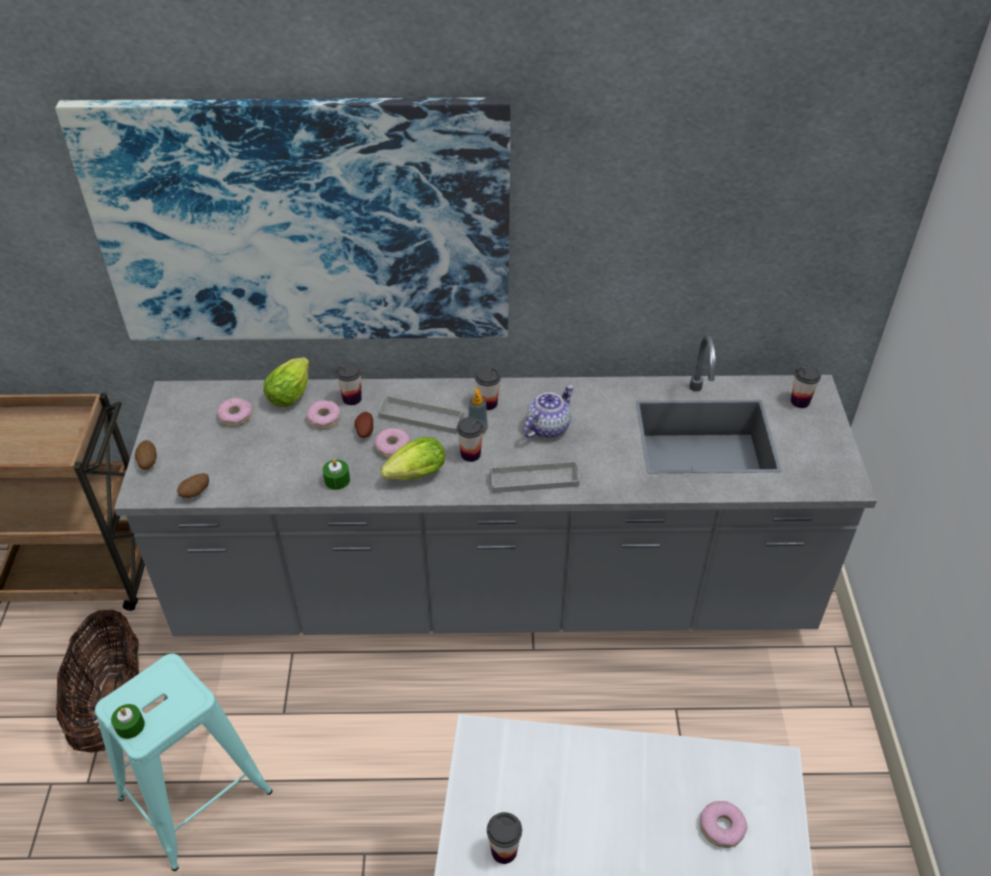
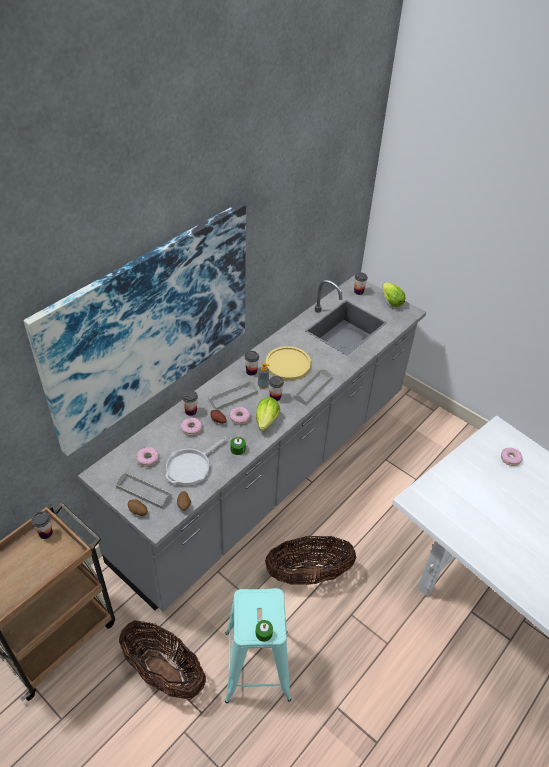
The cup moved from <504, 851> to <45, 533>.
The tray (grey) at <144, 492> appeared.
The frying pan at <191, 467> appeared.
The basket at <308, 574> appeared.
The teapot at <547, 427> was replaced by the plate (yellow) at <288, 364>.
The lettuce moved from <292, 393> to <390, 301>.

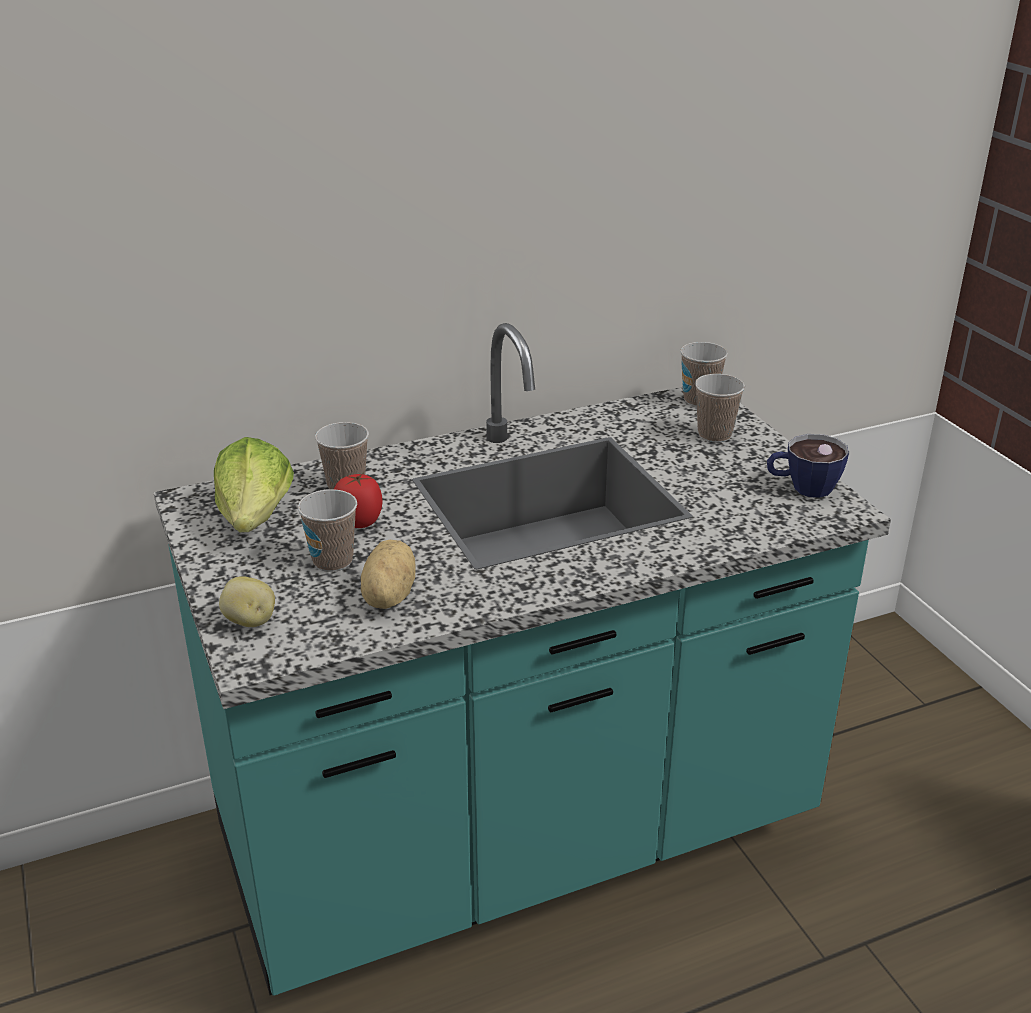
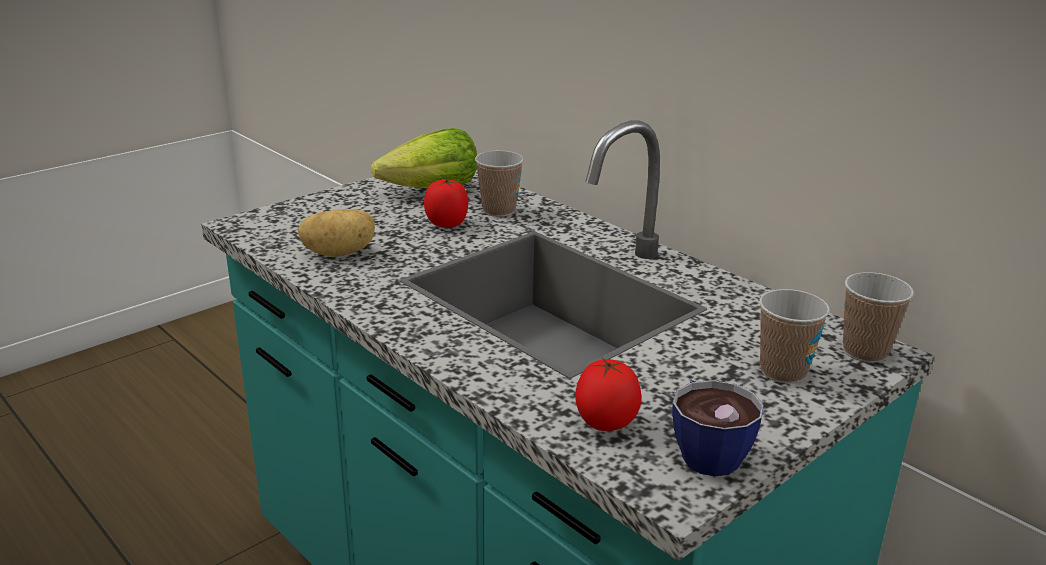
The tomato at <605, 424> appeared.
The potato at <249, 621> disappeared.
The cup at <332, 561> disappeared.

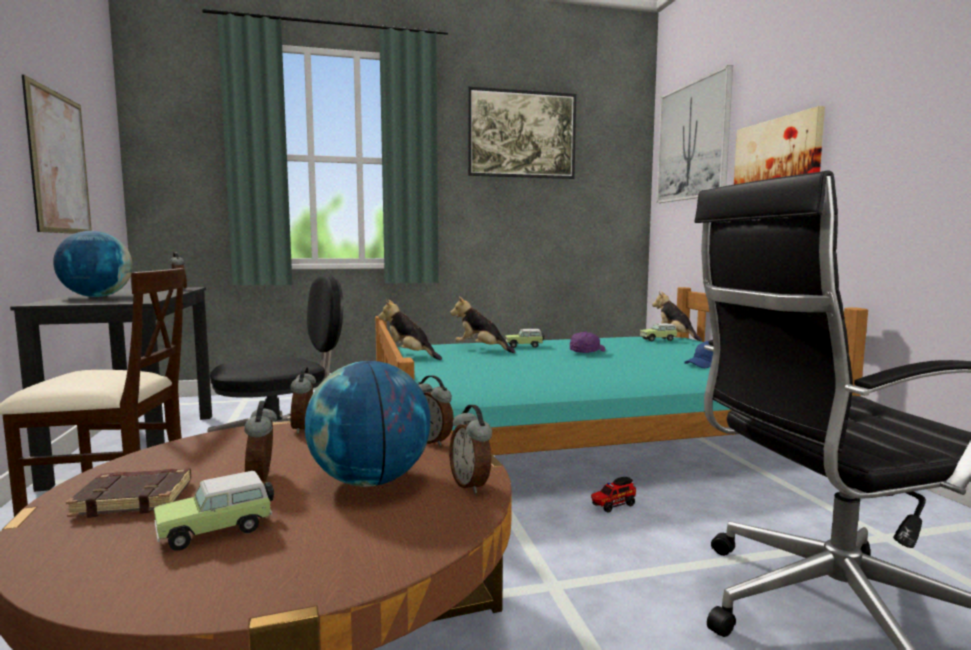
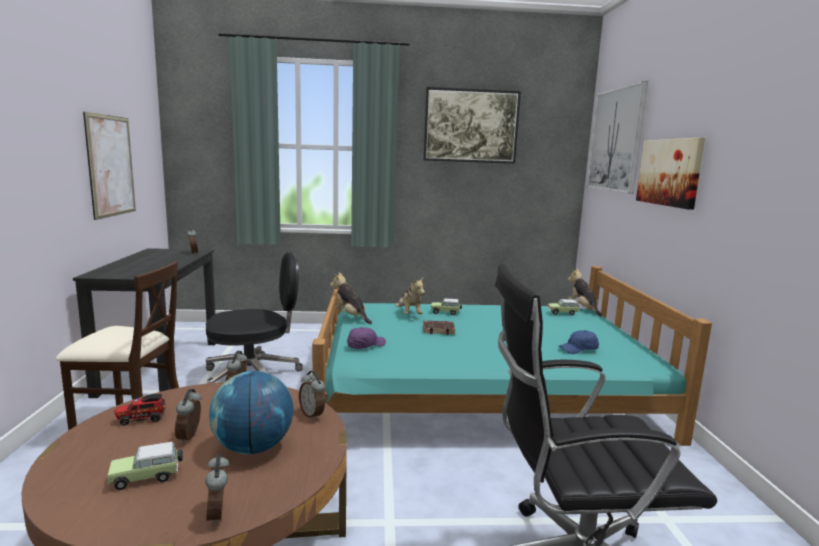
The toy truck moved from <612, 505> to <140, 419>.
The alarm clock moved from <471, 485> to <219, 514>.
The cap (purple) moved from <587, 352> to <365, 345>.
The plush toy at <481, 349> turned 150 degrees counterclockwise.
The book (brown) moved from <136, 499> to <438, 330>.
The globe at <97, 296> disappeared.

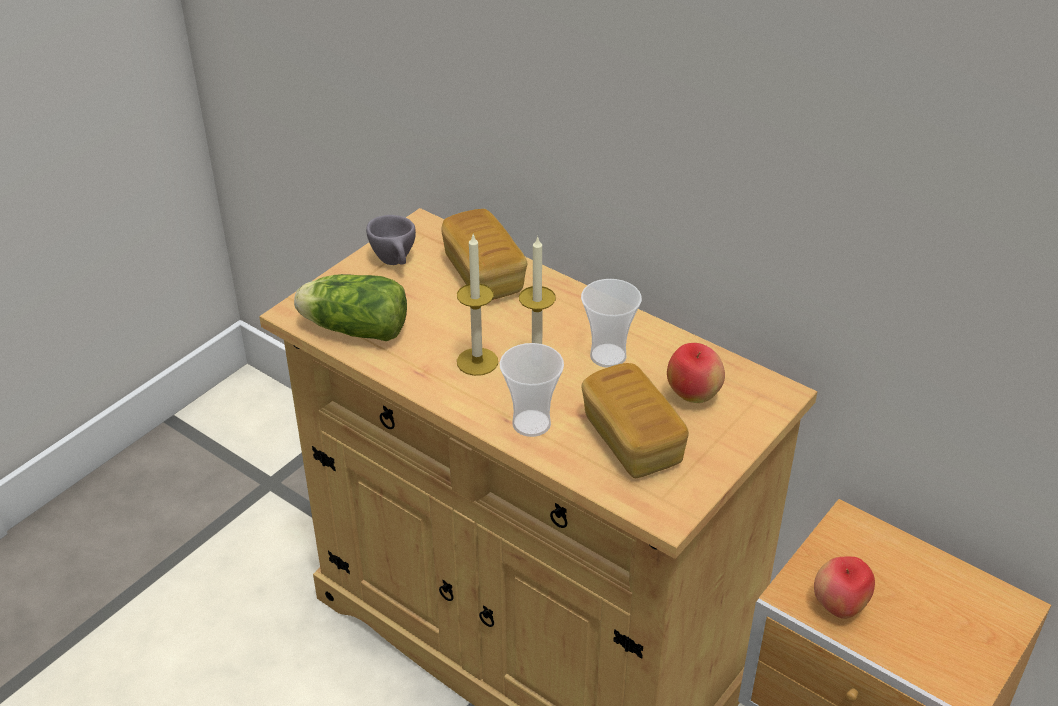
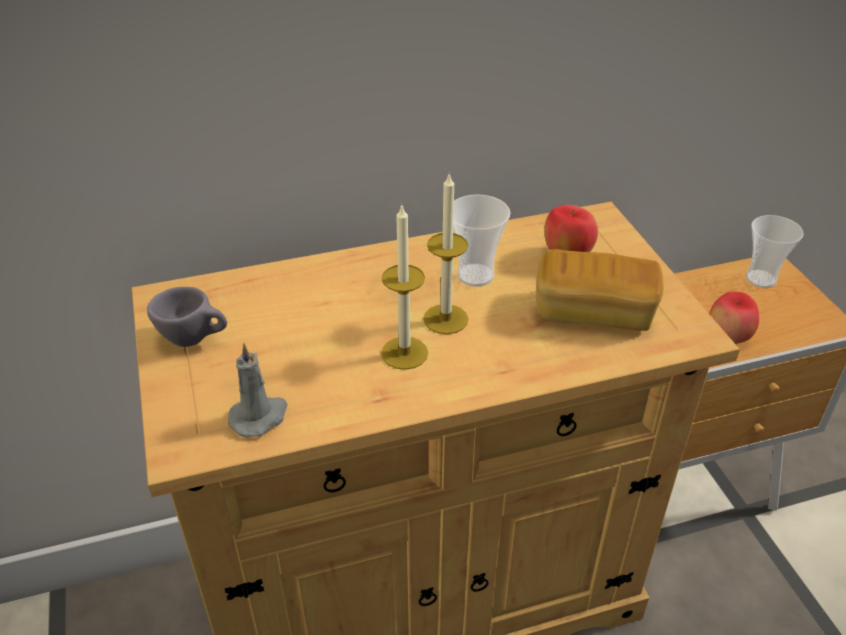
The lettuce at <352, 328> was replaced by the candle (grey) at <259, 417>.
The cup moved from <531, 423> to <760, 279>.
The bread at <484, 275> disappeared.

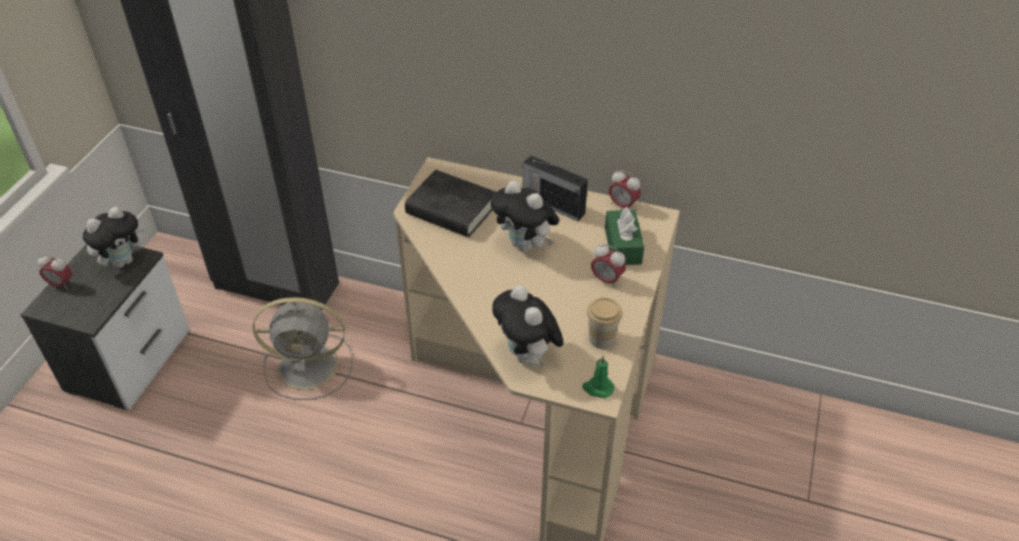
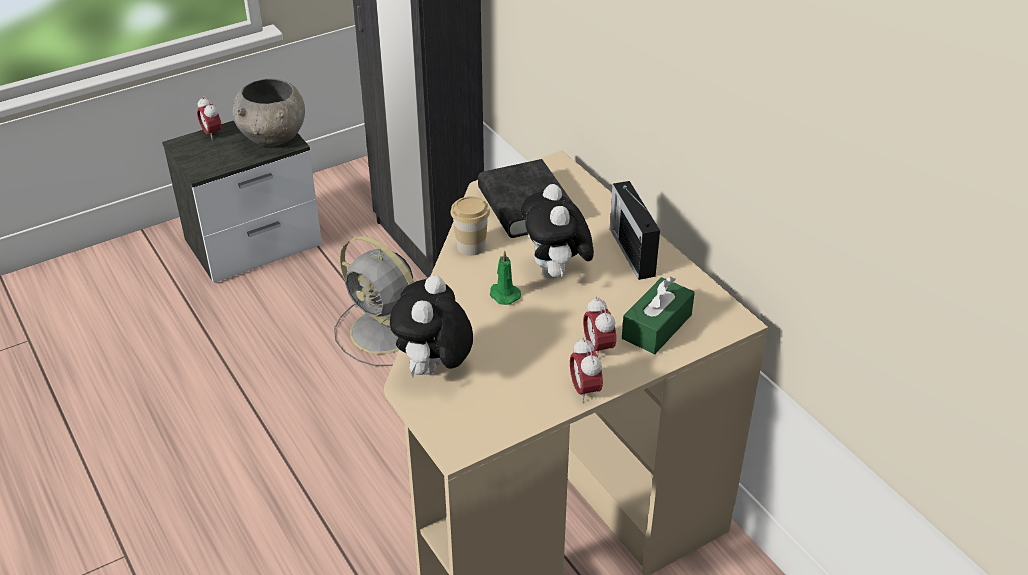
The plush toy at <123, 261> was replaced by the bowl (grey) at <274, 138>.
The cup moved from <601, 338> to <471, 246>.
The candle (green) moved from <598, 388> to <503, 294>.
The alarm clock moved from <623, 205> to <585, 390>.

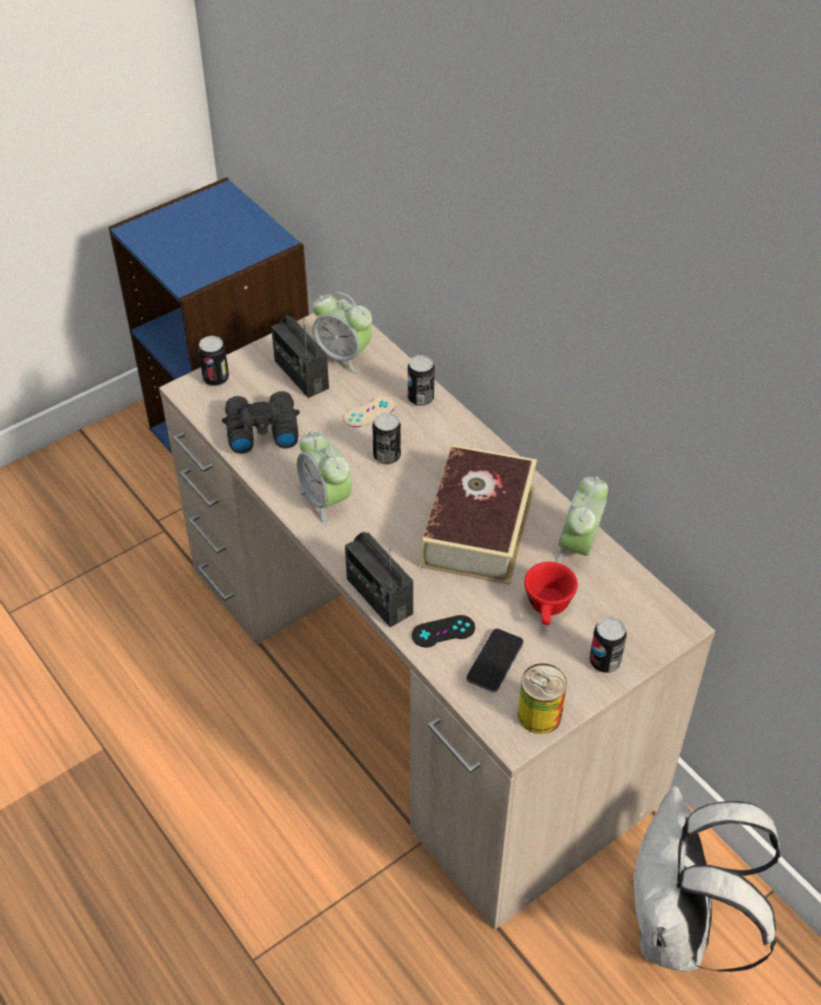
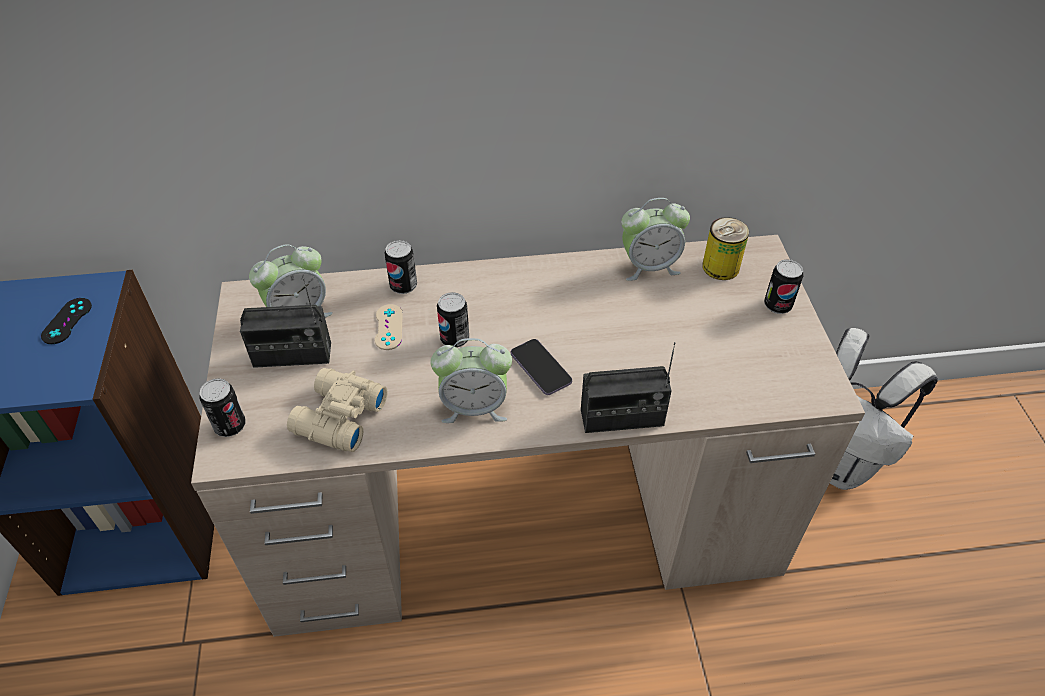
The game controller (black) moved from <443, 631> to <67, 321>.
The binoculars (black) at <260, 429> became the binoculars (beige) at <337, 418>.
The phone moved from <494, 661> to <540, 368>.
The alarm clock at <579, 546> turned 60 degrees counterclockwise.
The can moved from <539, 715> to <720, 267>.
The book at <478, 526> disappeared.
The cup (red) at <548, 609> disappeared.

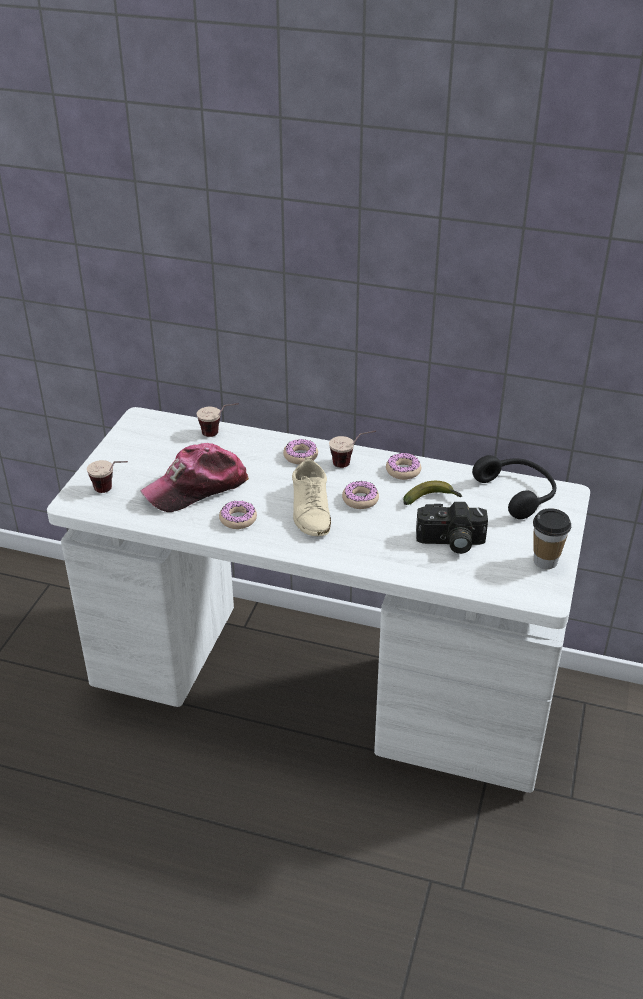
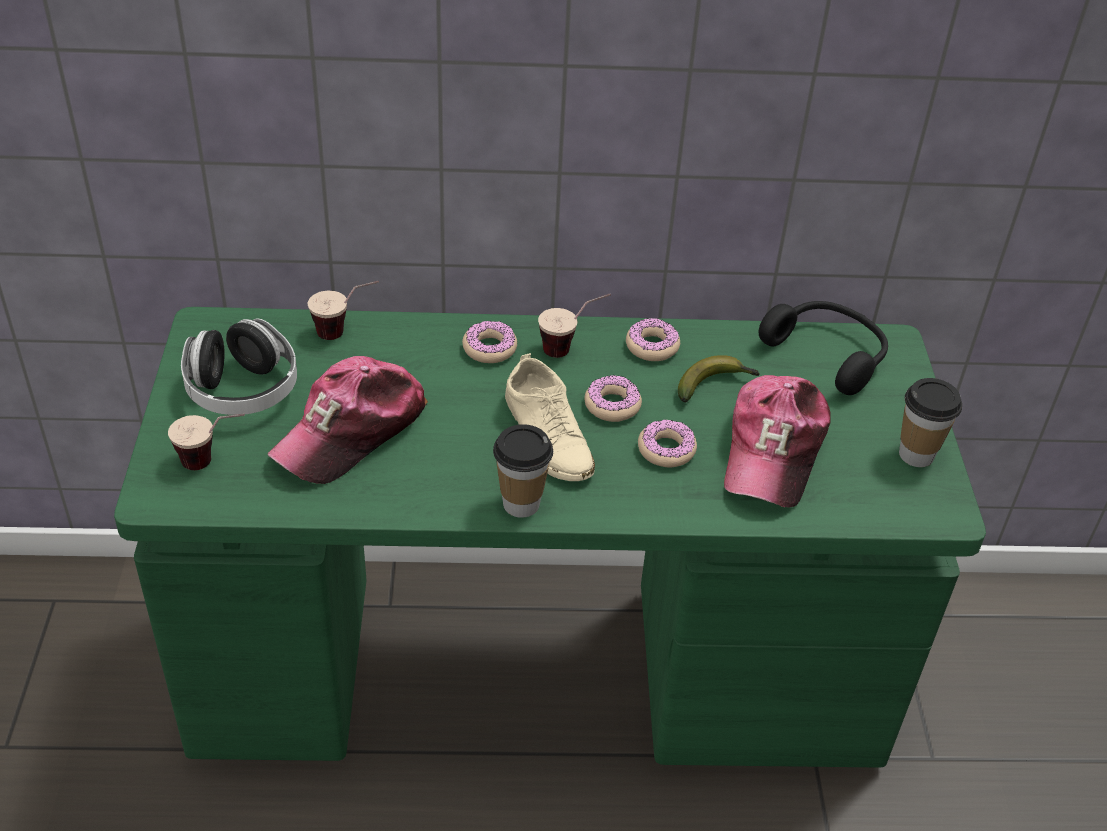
The desk (white) at <321, 686> became the desk (green) at <538, 674>.
The headphones at <243, 391> appeared.
The cup at <521, 504> appeared.
The donut moved from <238, 519> to <666, 450>.
The photo camera at <450, 542> was replaced by the cap at <773, 451>.

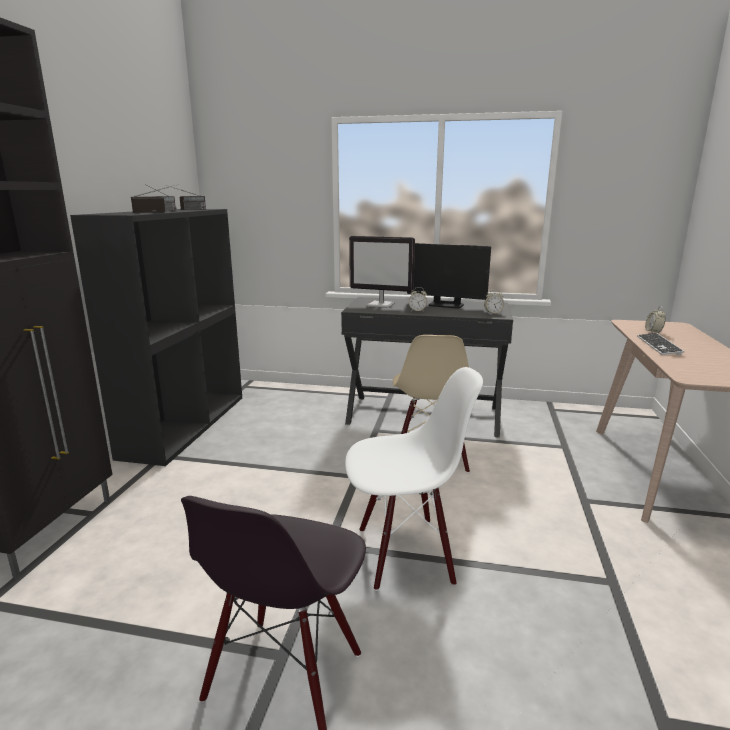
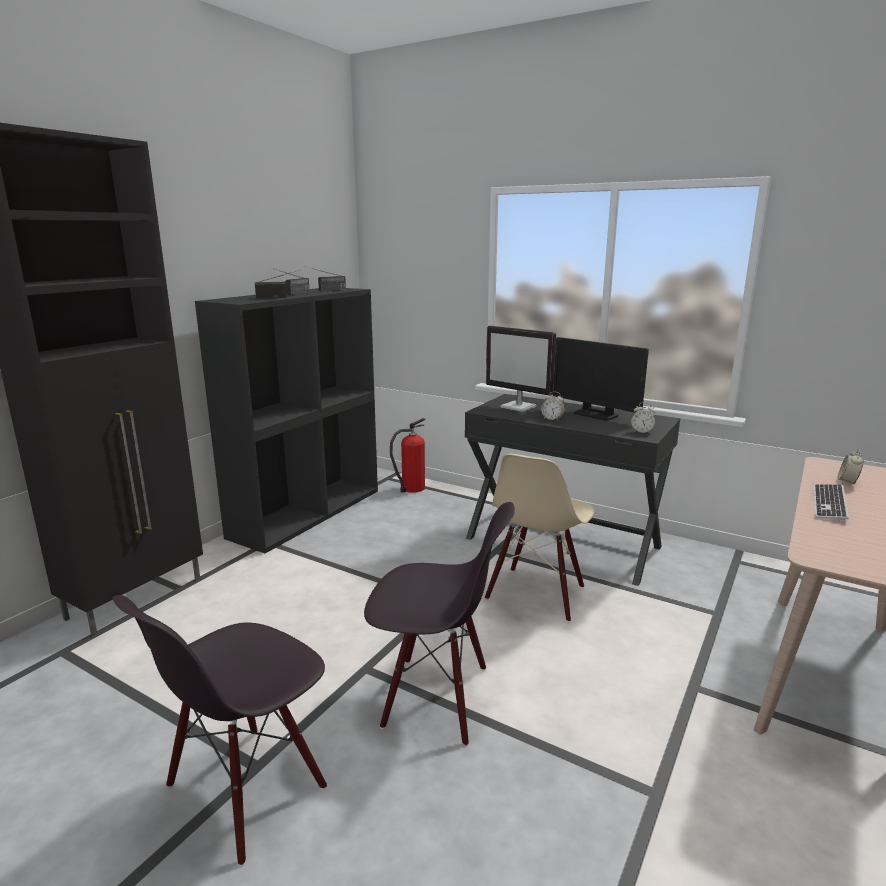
The chair (white) at <405, 554> became the chair (black) at <436, 698>.
The fire extinguisher at <411, 489> appeared.

